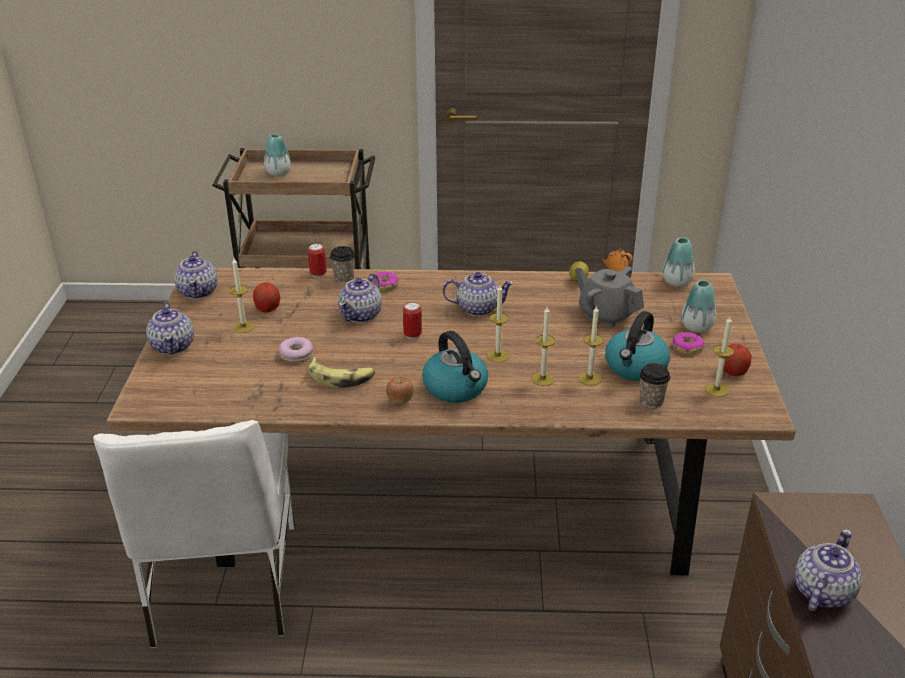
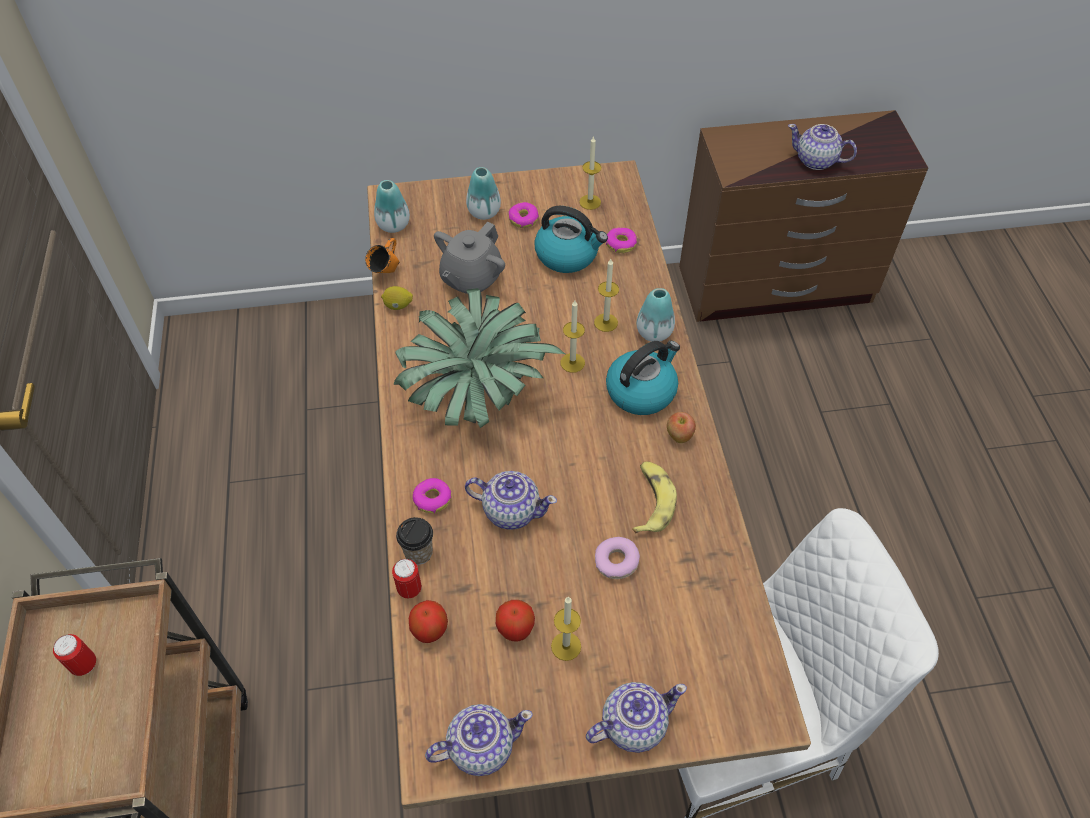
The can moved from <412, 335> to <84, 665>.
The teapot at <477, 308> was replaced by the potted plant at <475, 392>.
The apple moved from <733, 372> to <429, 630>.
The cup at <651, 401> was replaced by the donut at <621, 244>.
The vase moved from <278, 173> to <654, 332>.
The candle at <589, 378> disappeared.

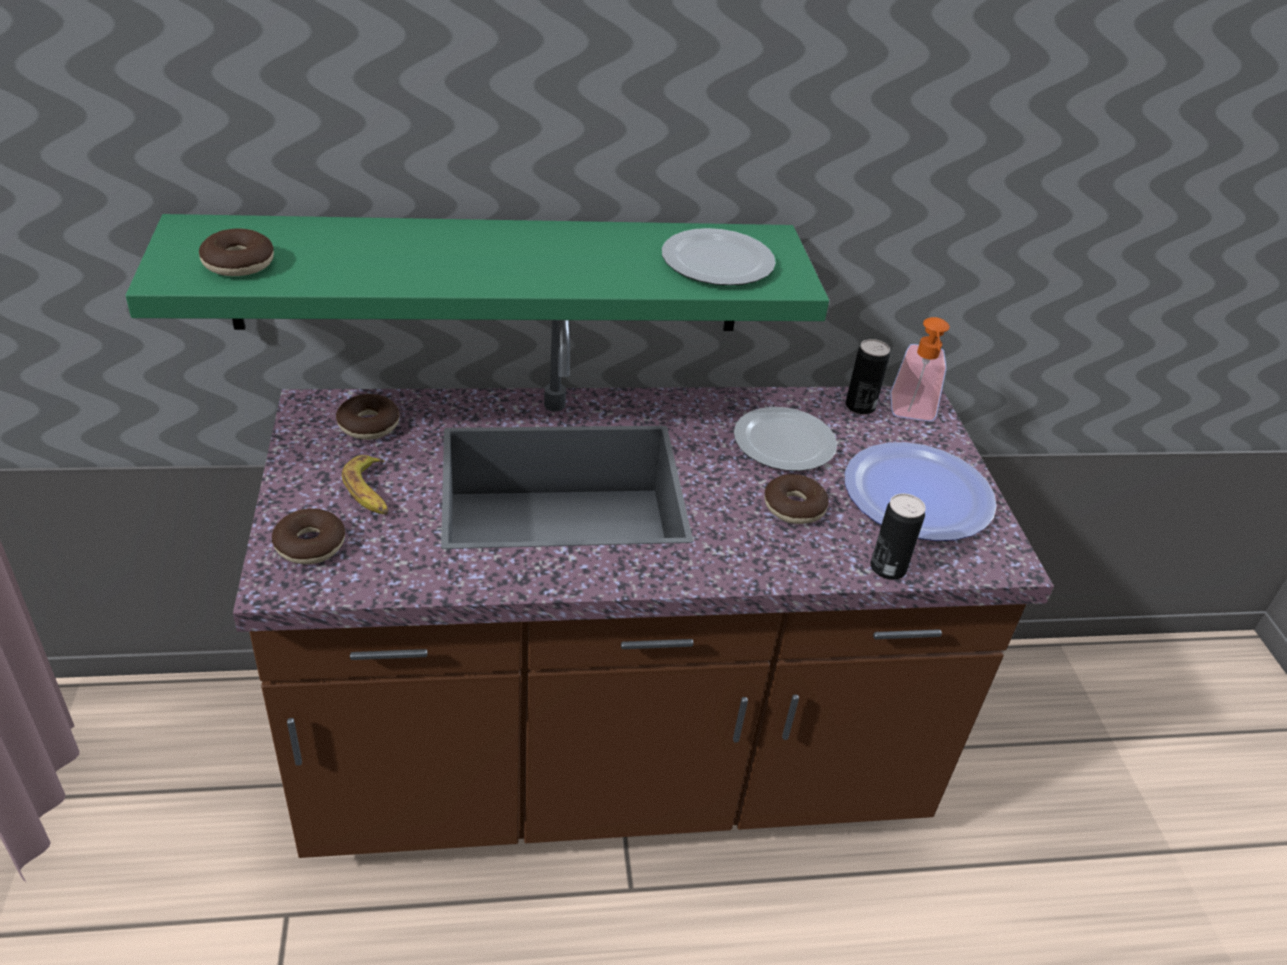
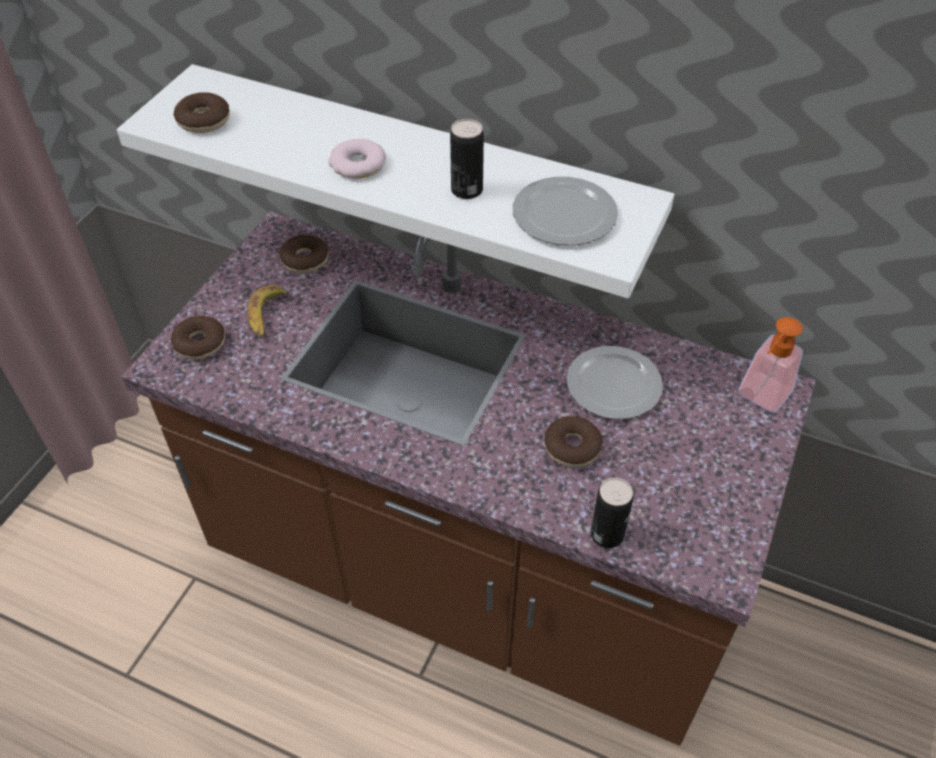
The shelf (green) at <491, 275> became the shelf (white) at <417, 167>.
The donut at <358, 164> appeared.
The can moved from <860, 406> to <467, 190>.
The plate at <917, 494> disappeared.

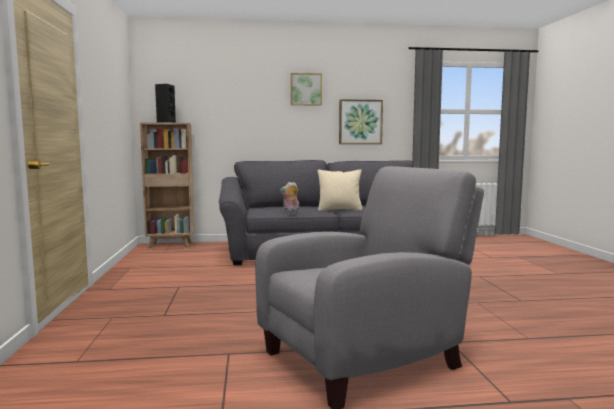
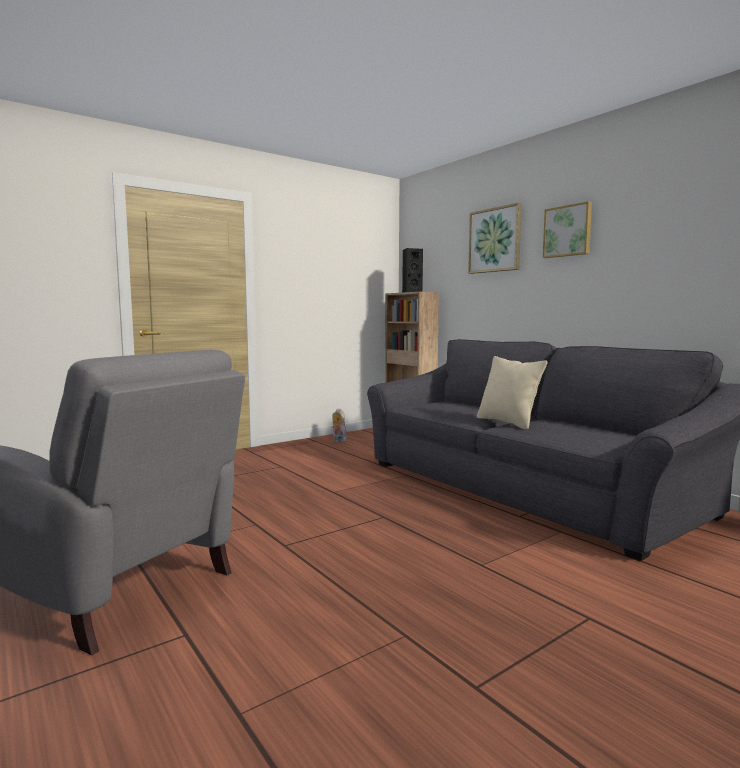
The plush toy moved from <290, 213> to <338, 441>.
The picture moved from <360, 122> to <495, 240>.

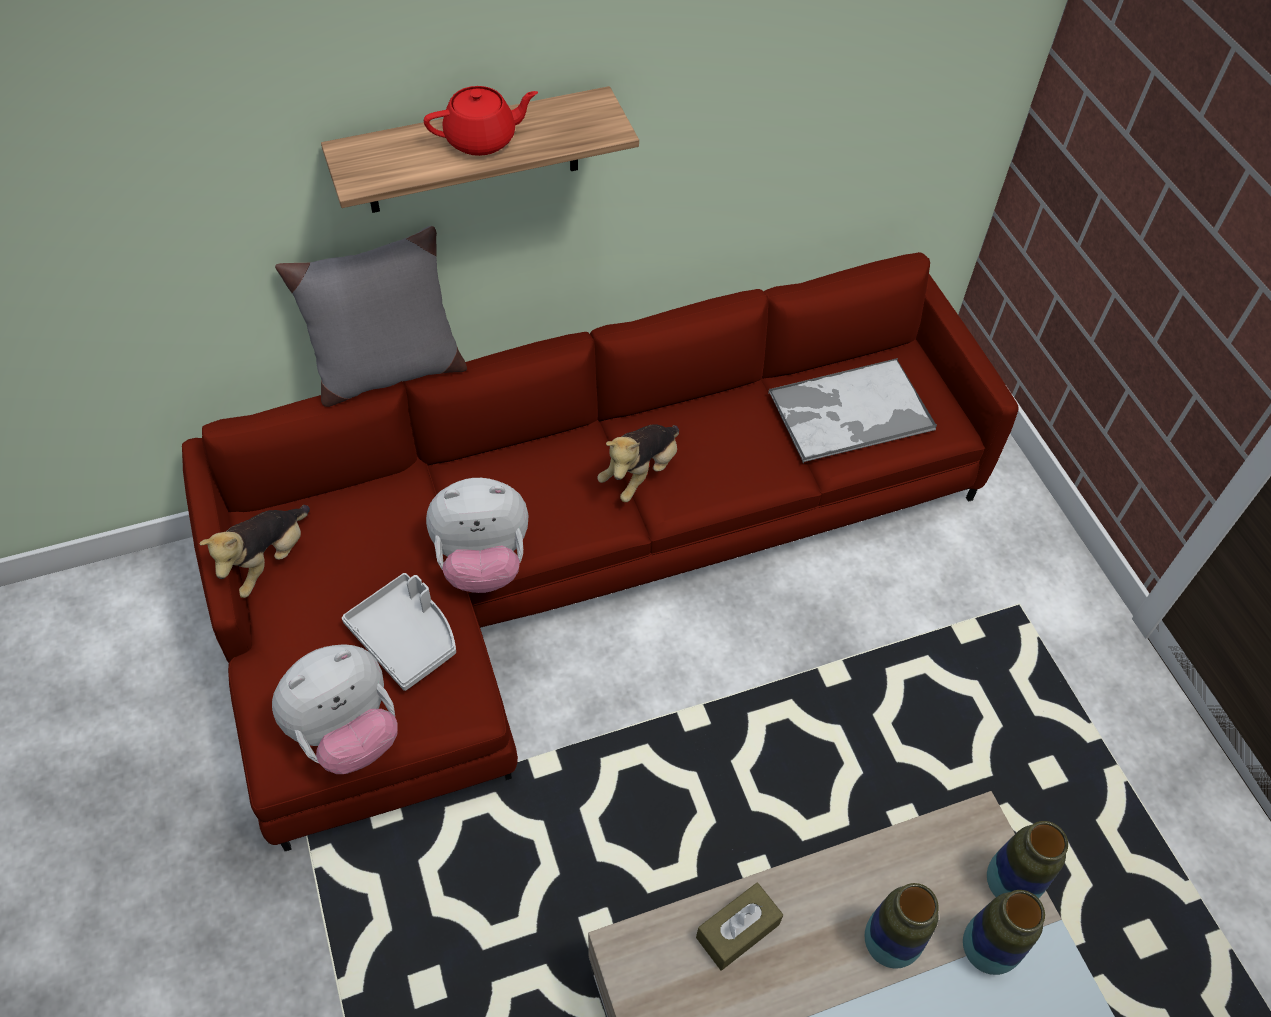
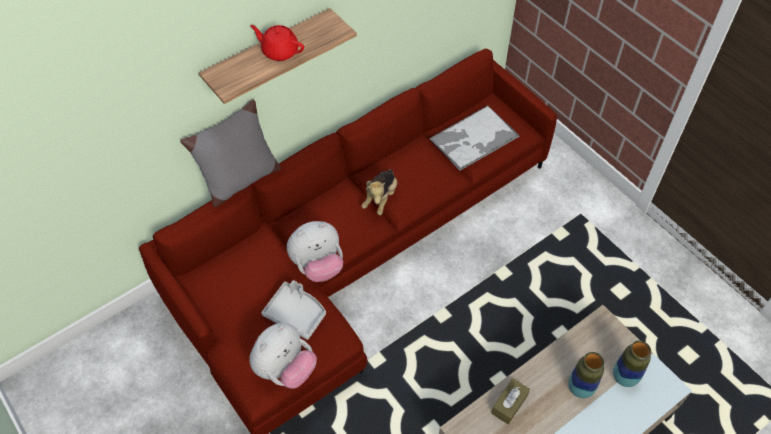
The teapot (red) at <482, 139> turned 120 degrees counterclockwise.
The plush toy at <267, 561> disappeared.
The vase at <1009, 884> disappeared.

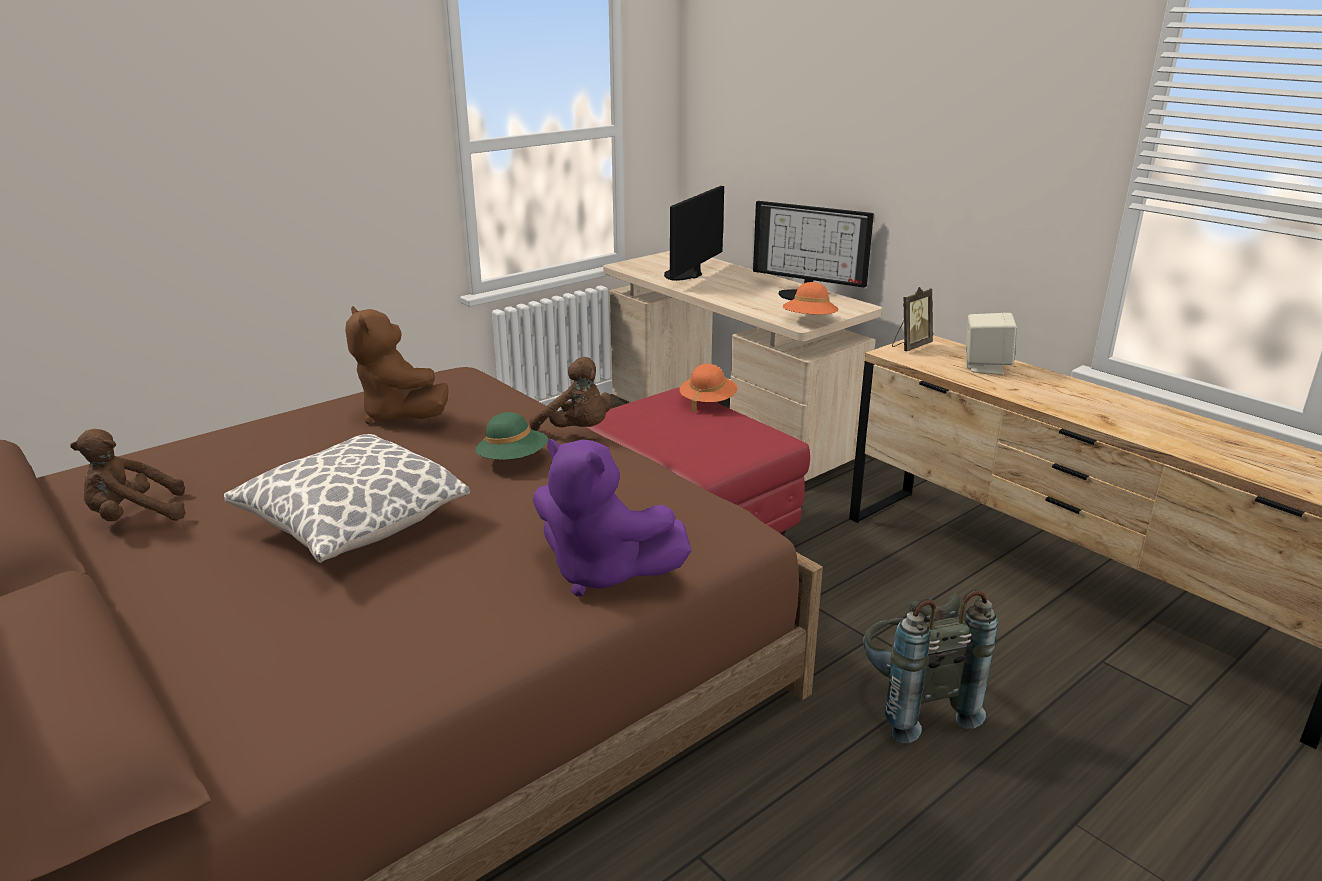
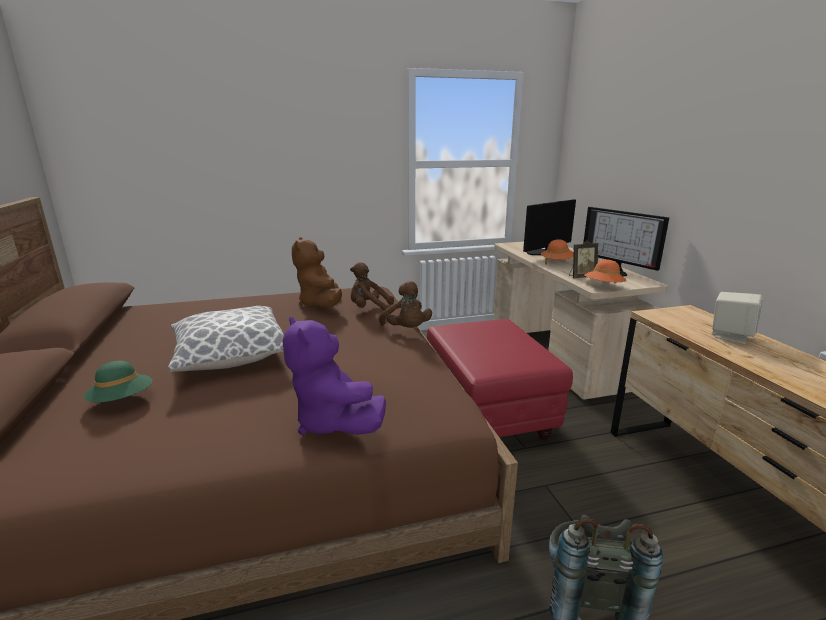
The hat (green) moved from <513, 460> to <122, 401>.
The plush toy (brown) moved from <134, 517> to <370, 309>.
The hat (orange) moved from <708, 402> to <557, 262>.
The picture frame moved from <910, 346> to <581, 277>.

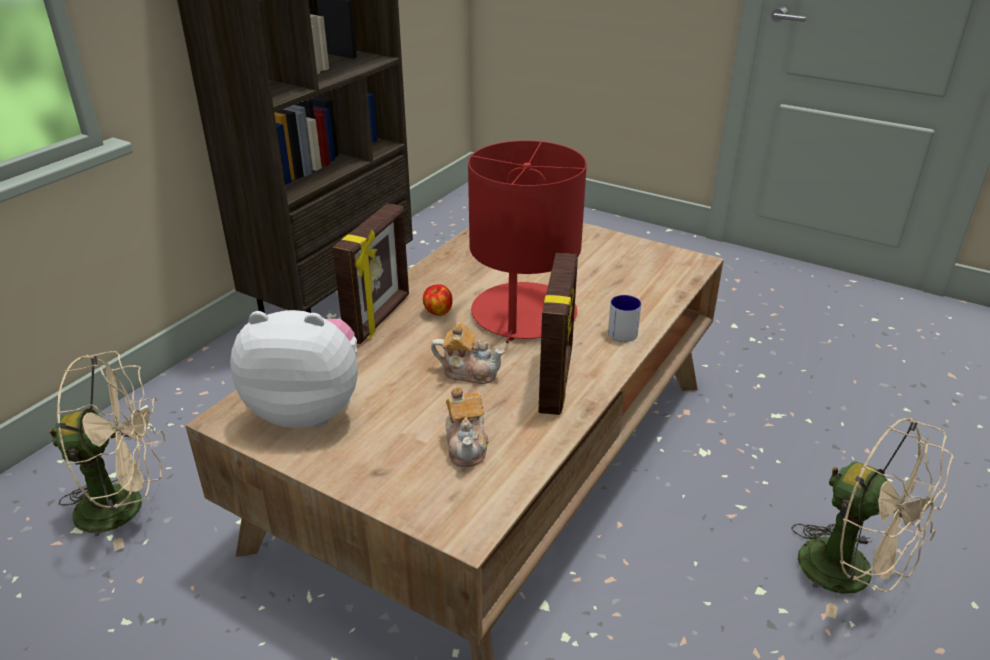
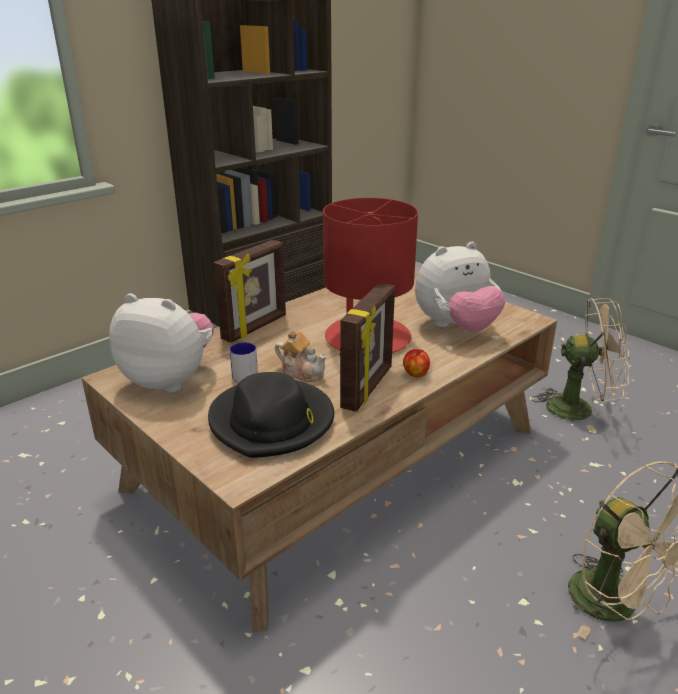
The teapot at <467, 445> was replaced by the hat (black) at <272, 421>.
The mug moved from <621, 330> to <246, 373>.
The apple moved from <438, 312> to <415, 374>.
The plush toy at <456, 327> appeared.
The fan (beige) moved from <126, 506> to <579, 408>.

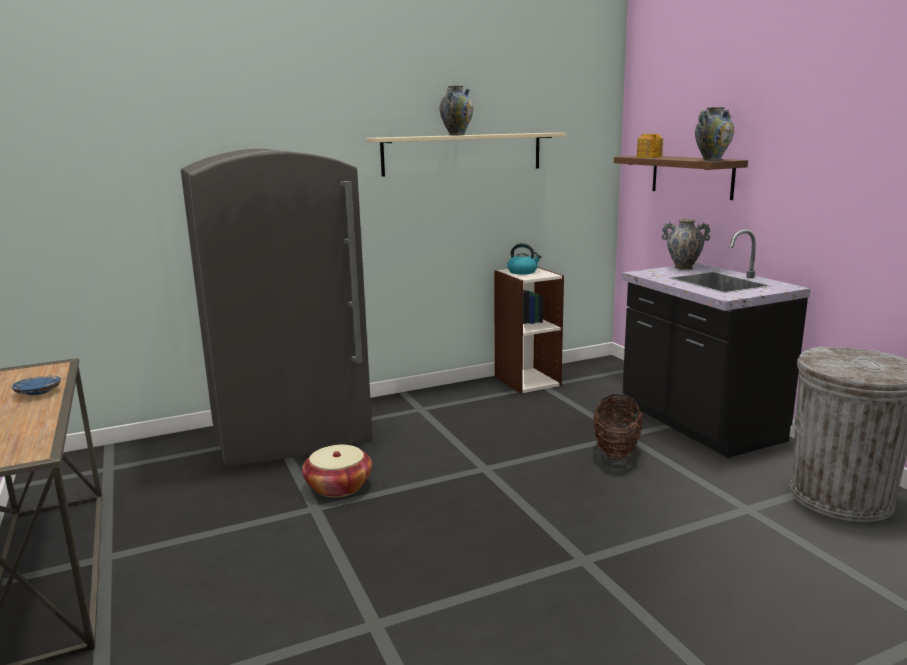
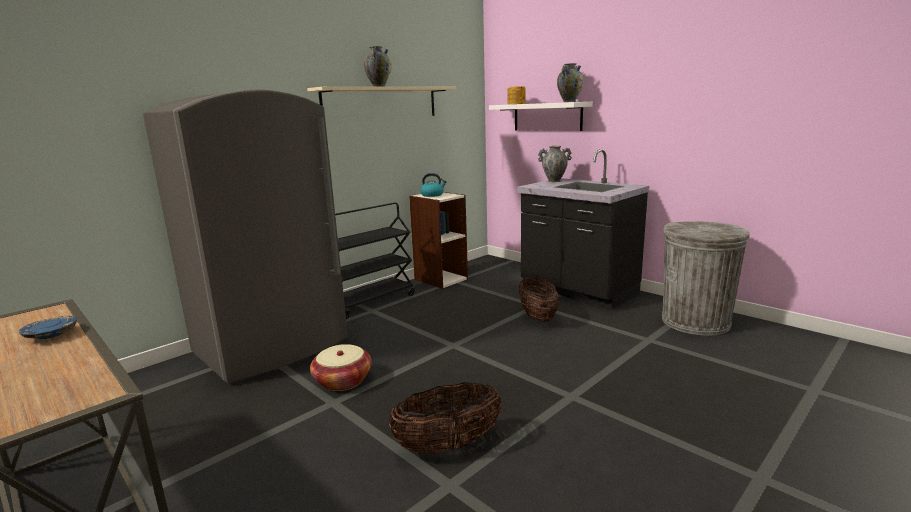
The cart (black) at <371, 302> appeared.
The basket at <448, 445> appeared.
The shelf (brown) at <691, 176> became the shelf (white) at <547, 117>.

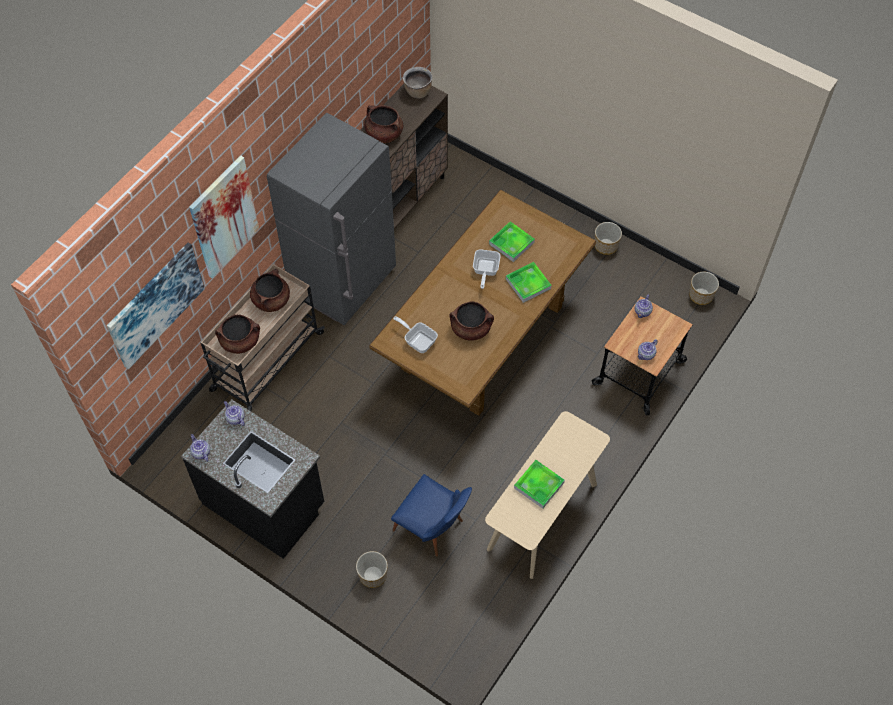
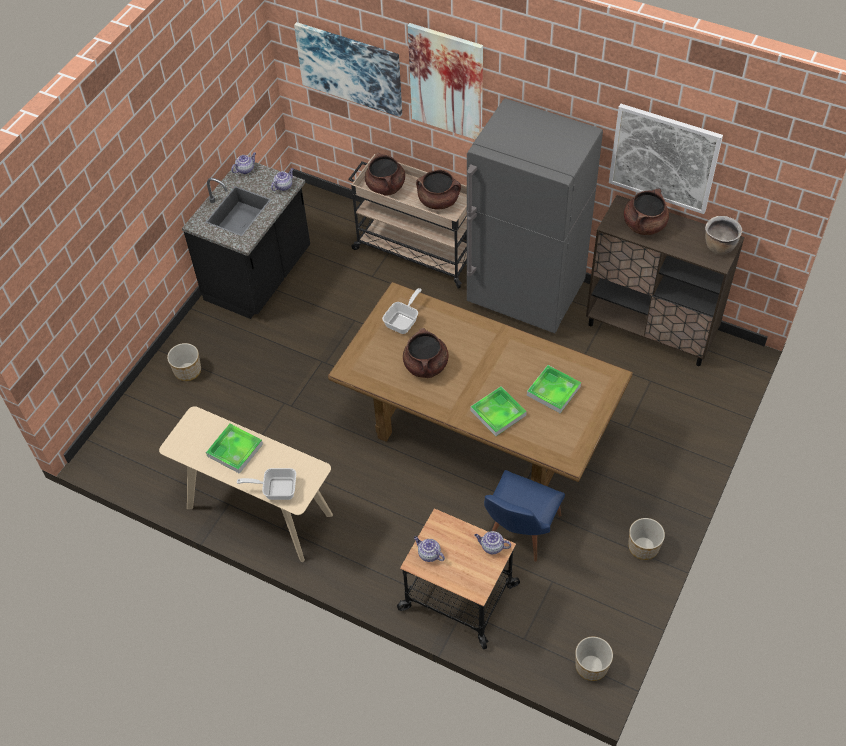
The frying pan moved from <485, 271> to <276, 489>.
The chair (blue) moved from <433, 529> to <519, 533>.
The picture at <664, 158> appeared.

